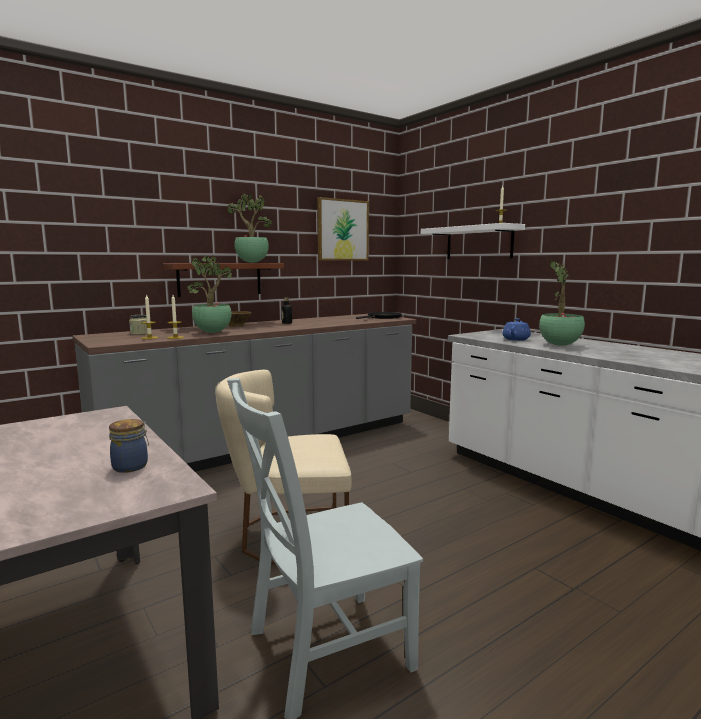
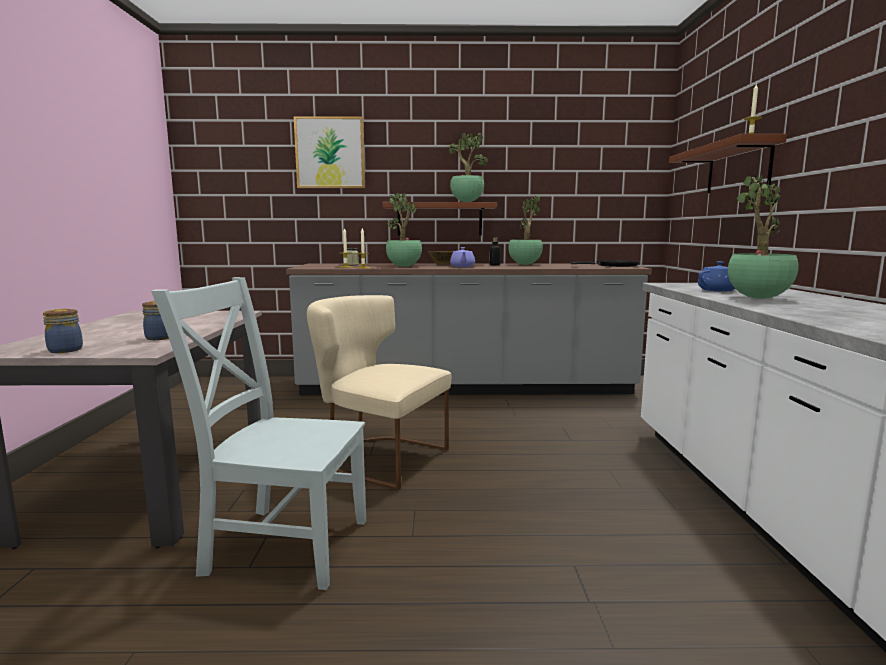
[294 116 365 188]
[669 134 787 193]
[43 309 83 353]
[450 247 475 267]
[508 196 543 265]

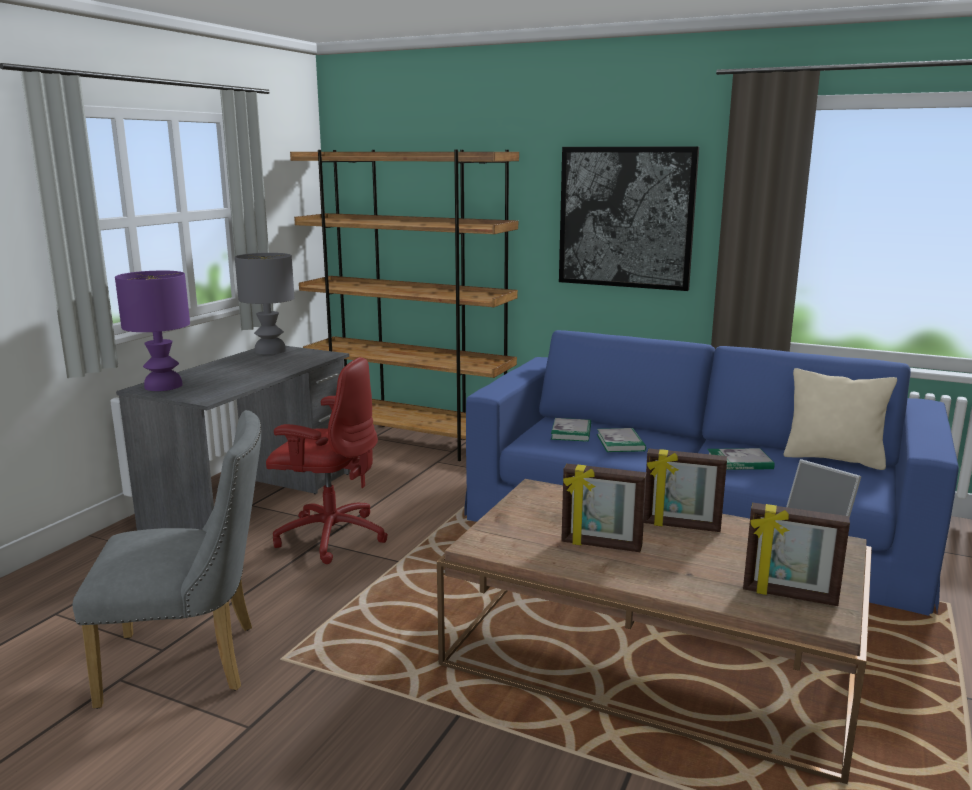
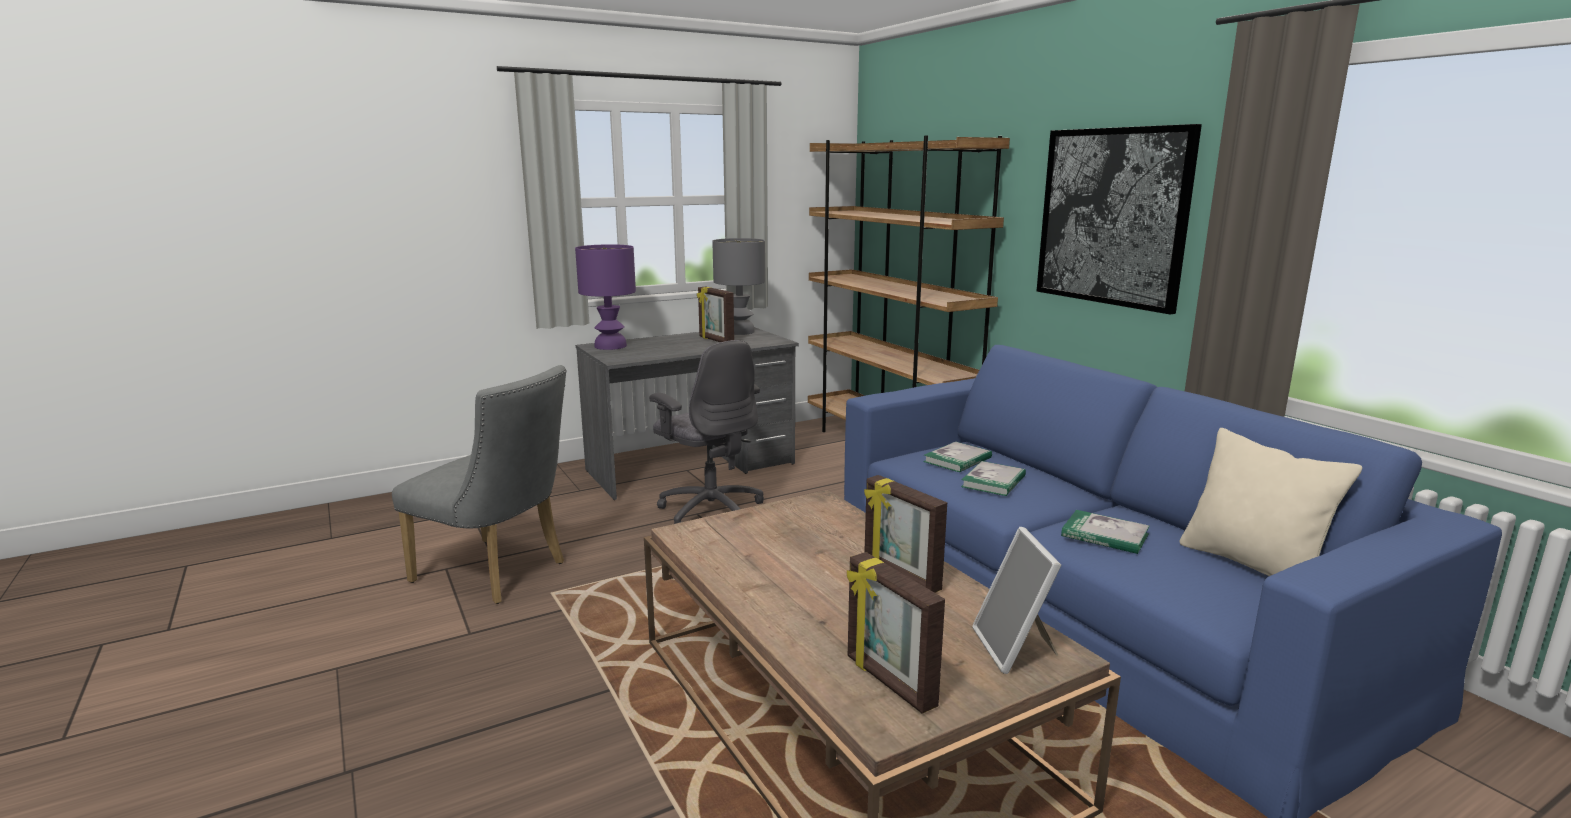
[649 340 764 524]
[697 287 734 342]

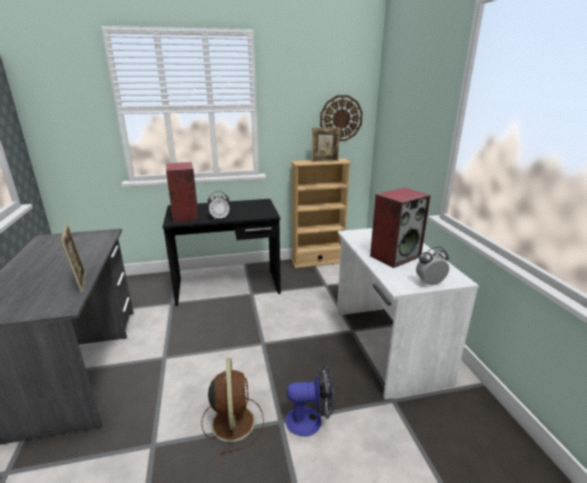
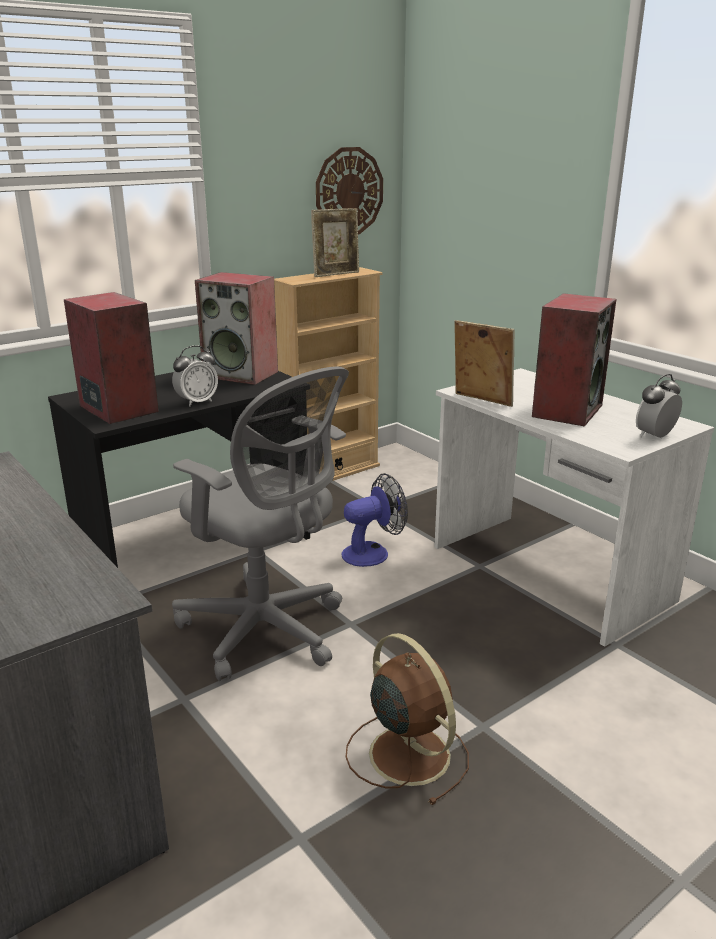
[454 320 515 407]
[342 473 408 567]
[172 367 349 681]
[195 272 278 385]

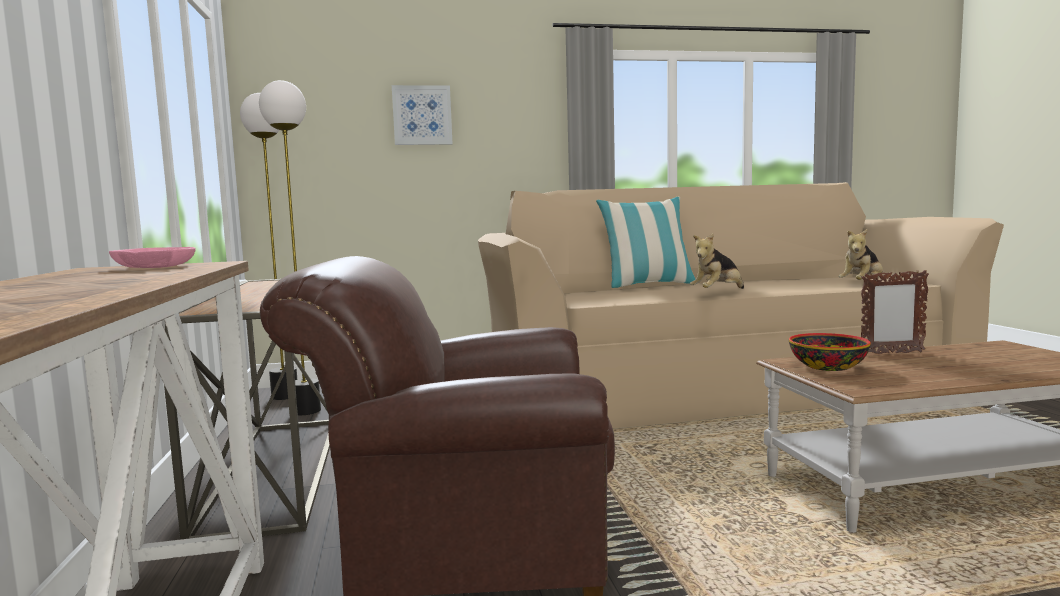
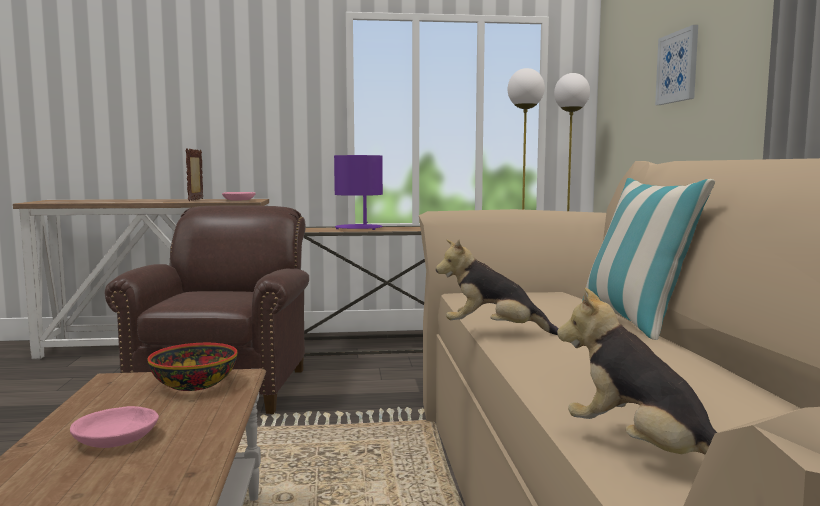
[436 239 558 335]
[186 148 203 201]
[70 406 159 448]
[334 155 383 230]

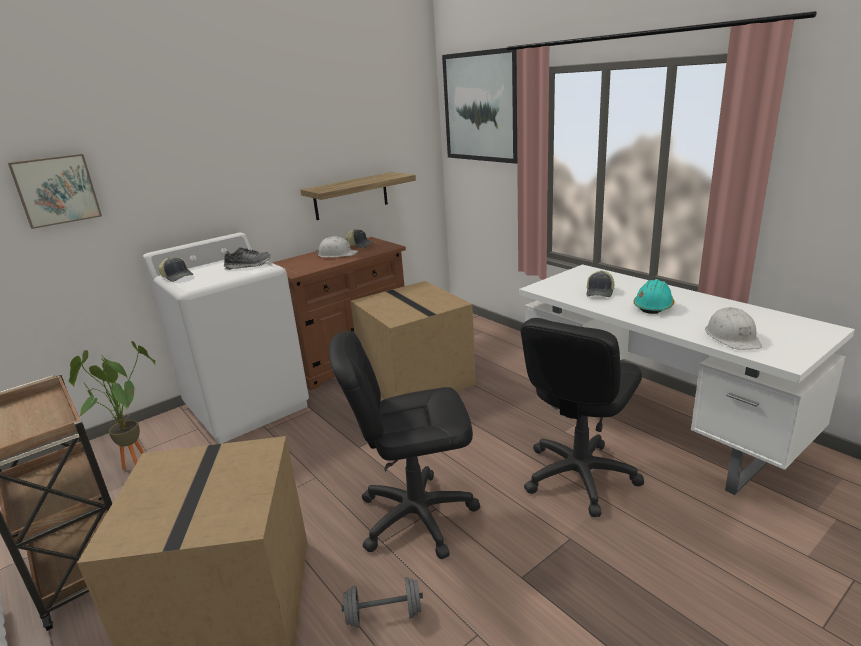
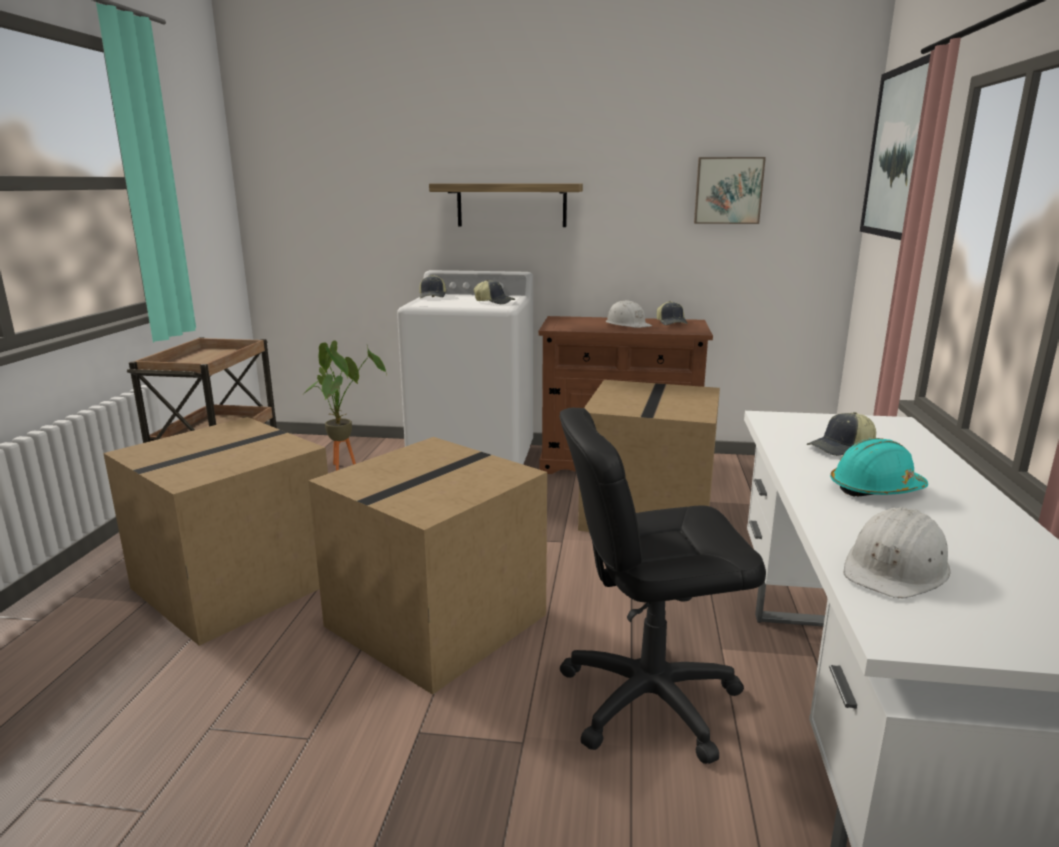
[694 157 766 224]
[473 280 515 304]
[429 184 583 227]
[308 437 547 695]
[342 577 423 628] (first image)

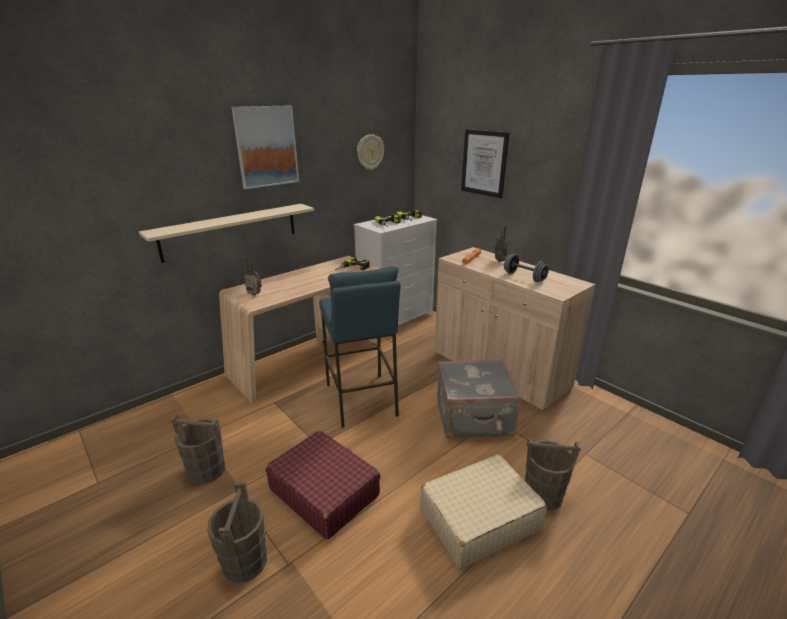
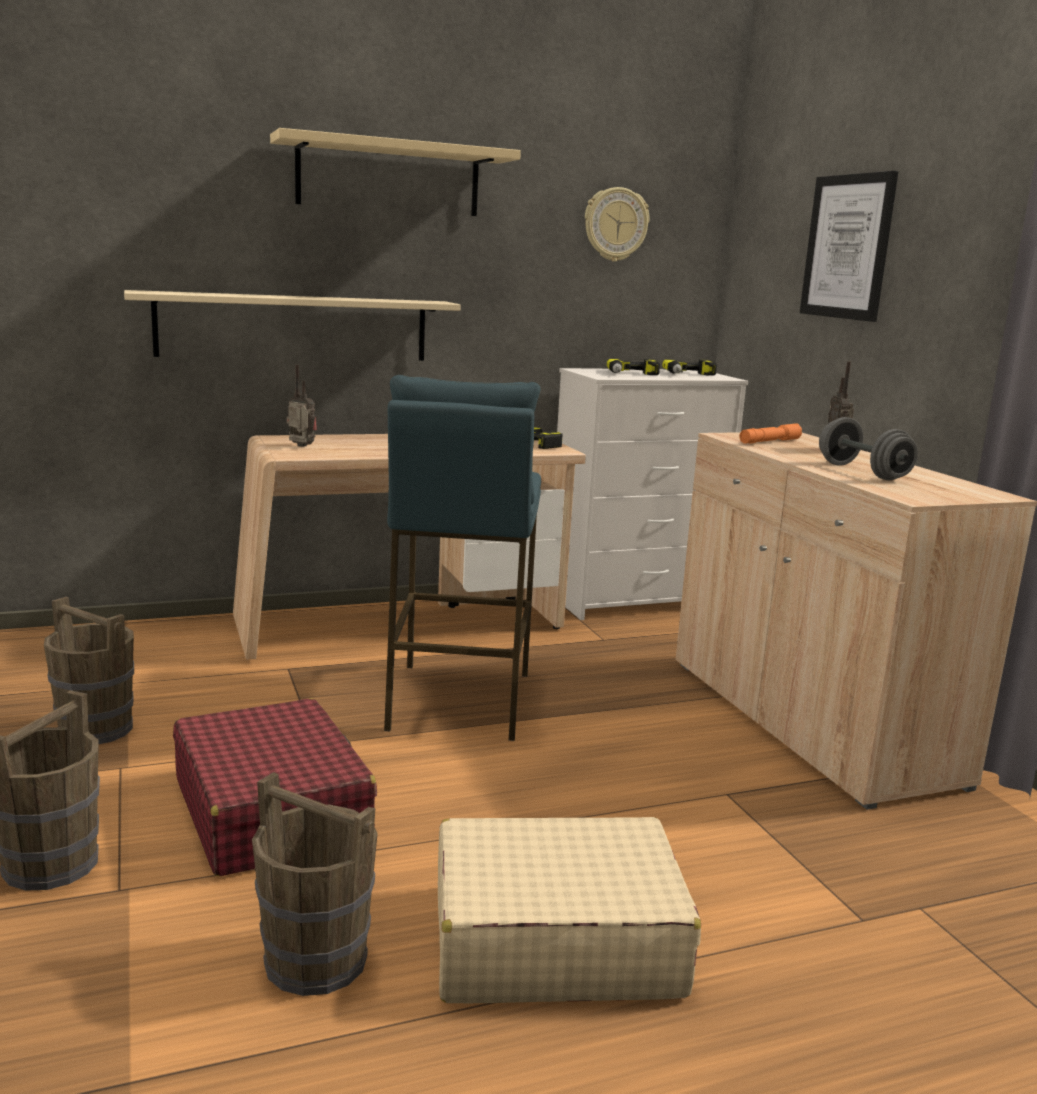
[270 128 521 216]
[437 359 522 438] (first image)
[252 772 378 996]

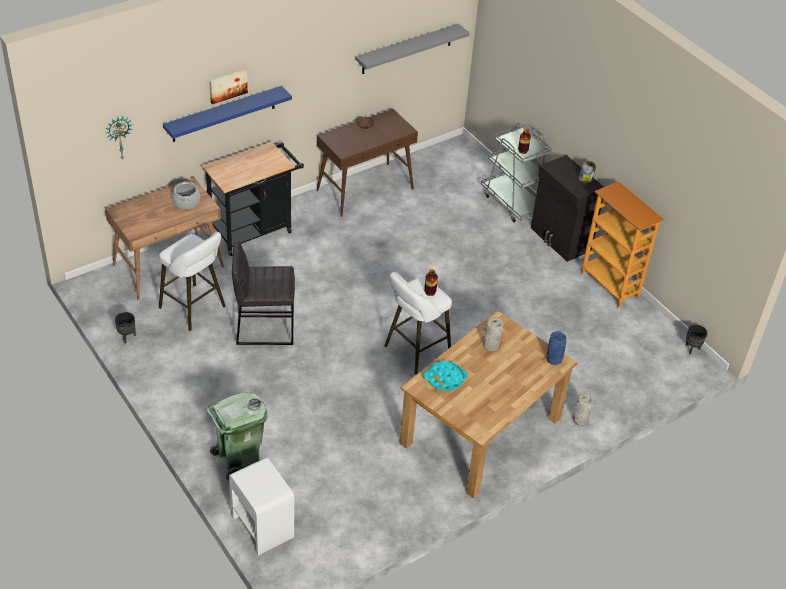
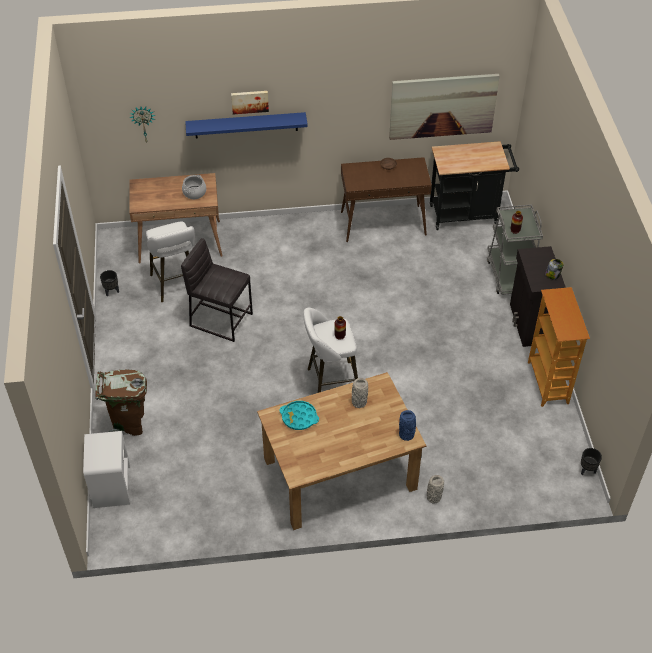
[430 141 519 230]
[95 370 147 436]
[389 74 500 140]

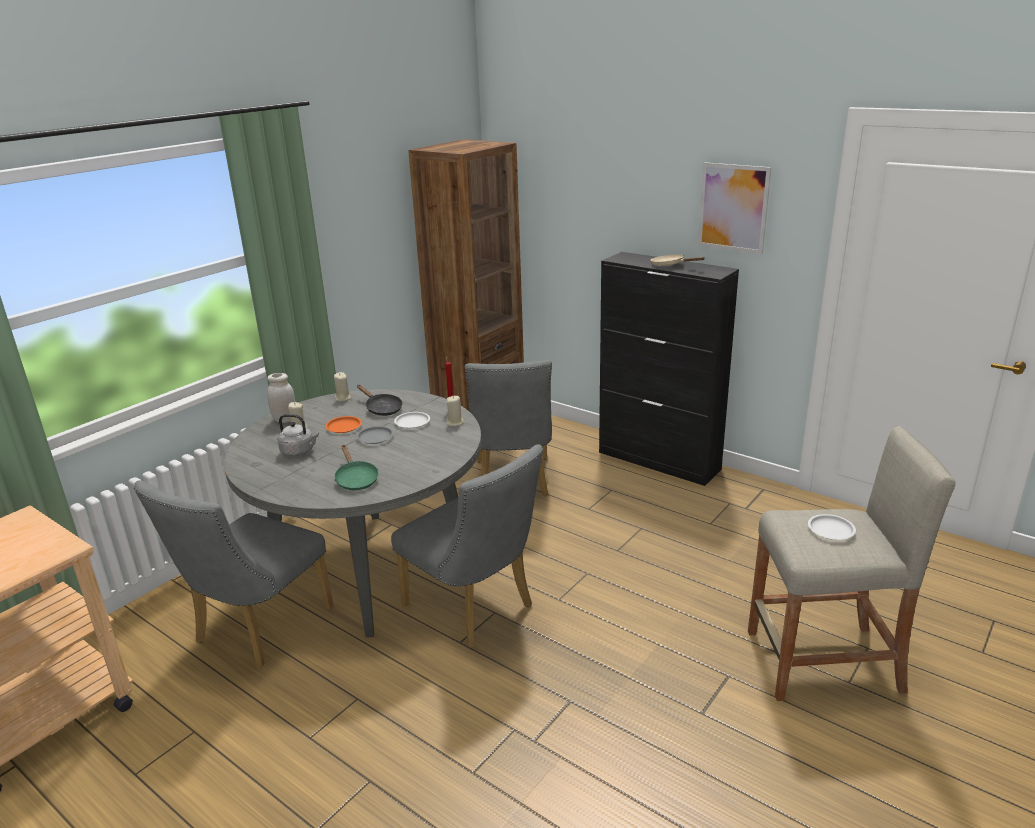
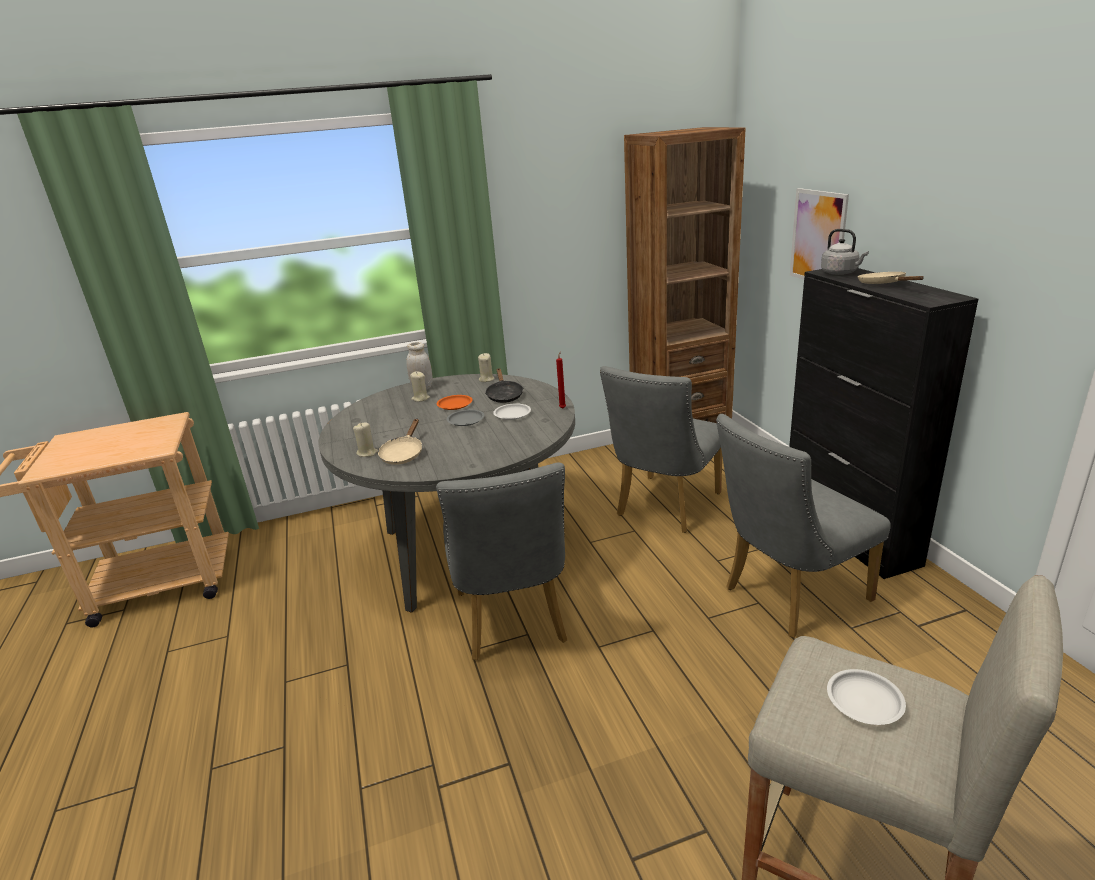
[716 414 891 638]
[821 229 869 275]
[378 419 422 465]
[353 423 378 457]
[790 188 849 280]

